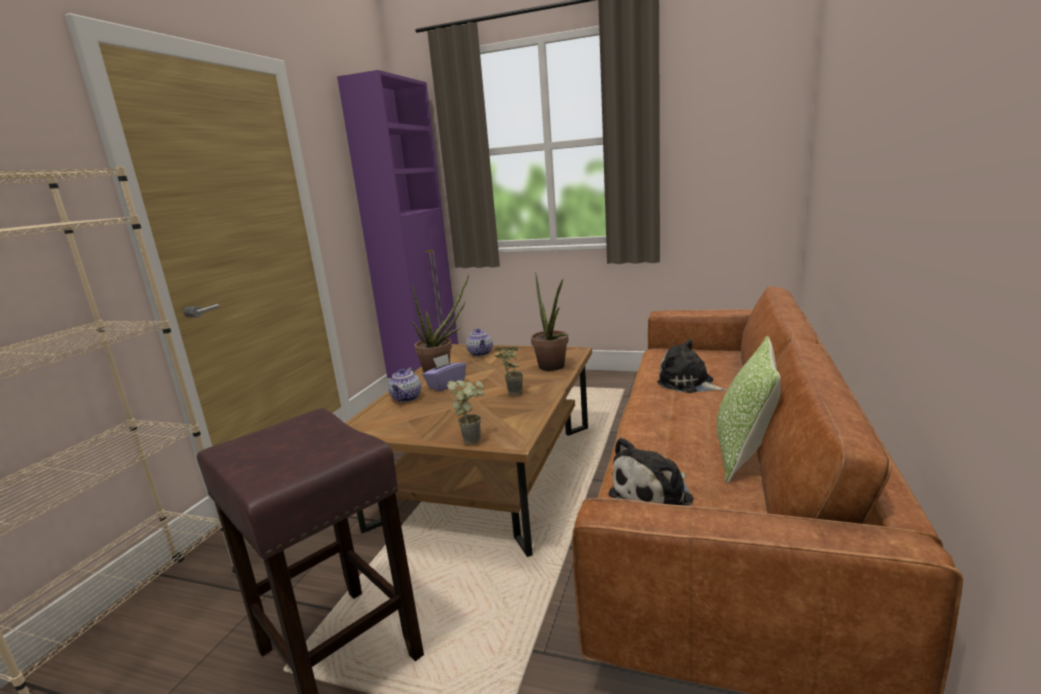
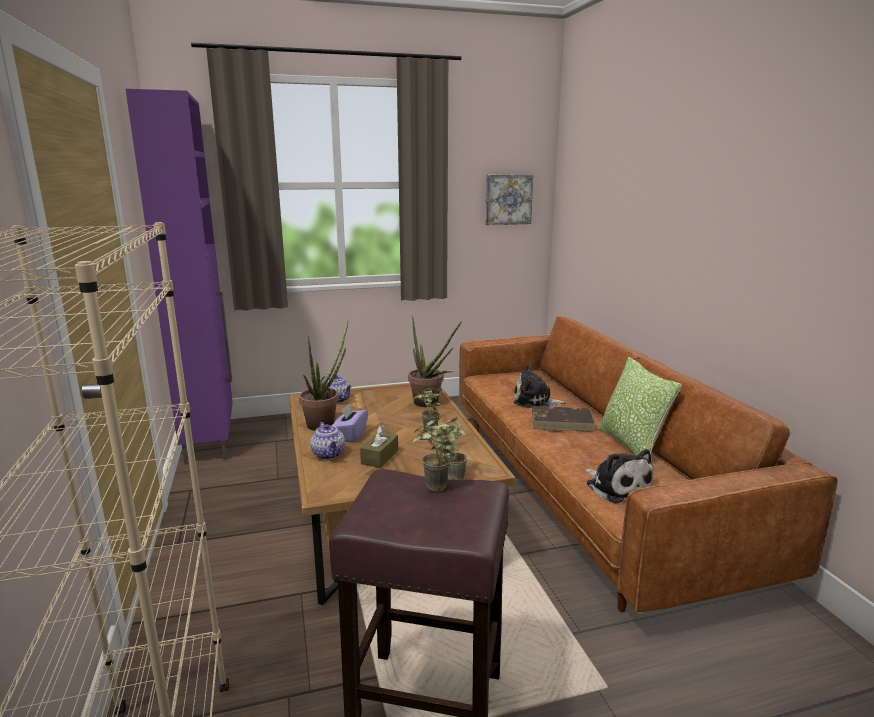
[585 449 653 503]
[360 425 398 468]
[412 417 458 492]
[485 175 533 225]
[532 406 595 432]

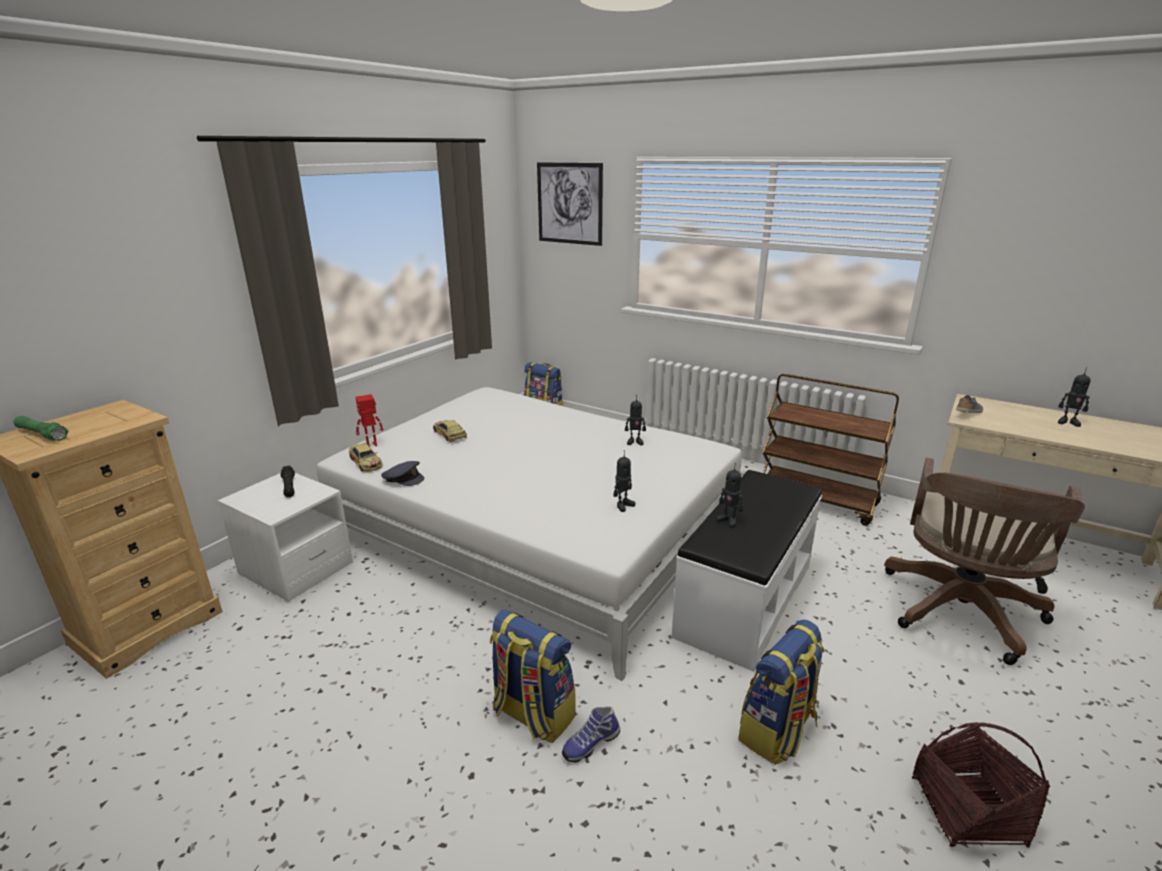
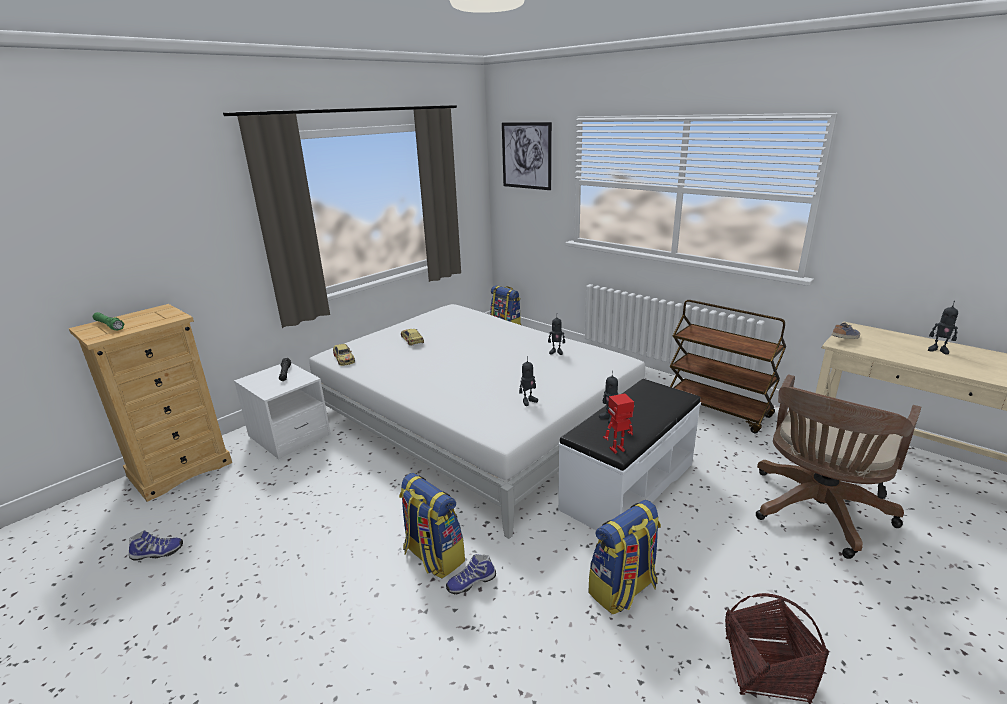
[603 393 634 454]
[381 461 424 486] (first image)
[129 530 183 561]

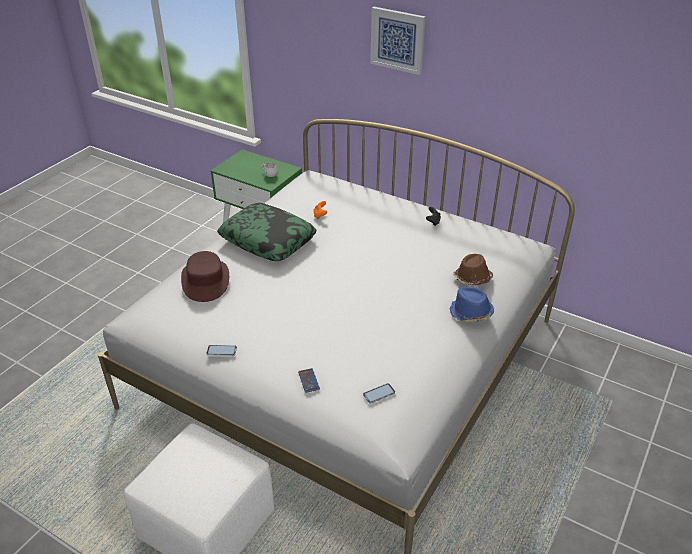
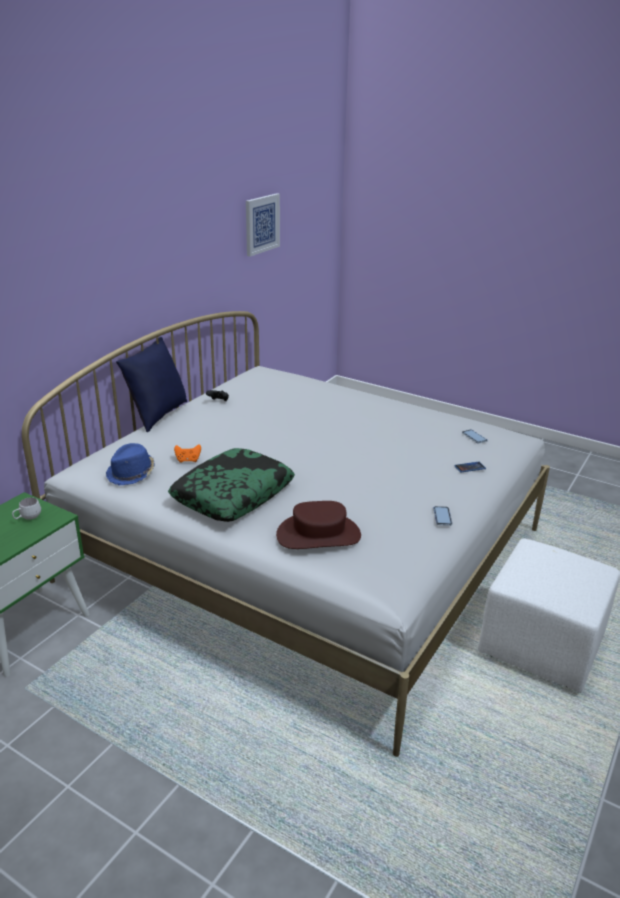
[246 193 280 257]
[106 443 155 486]
[453 254 493 285] (first image)
[116 337 187 432]

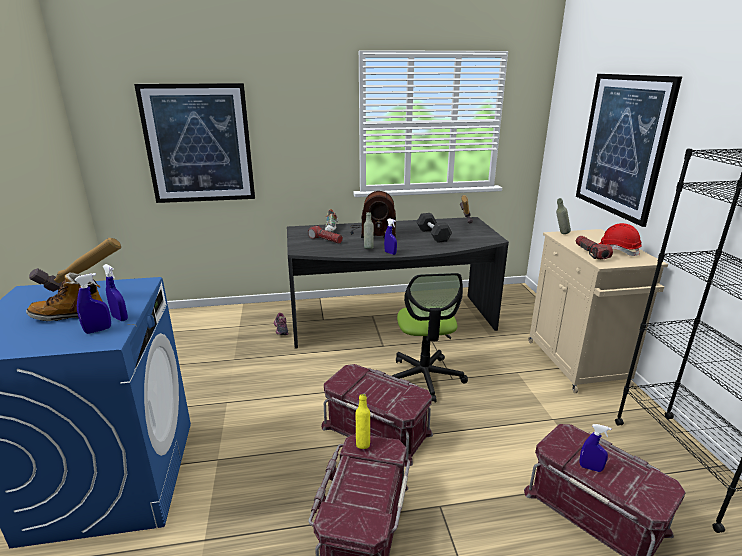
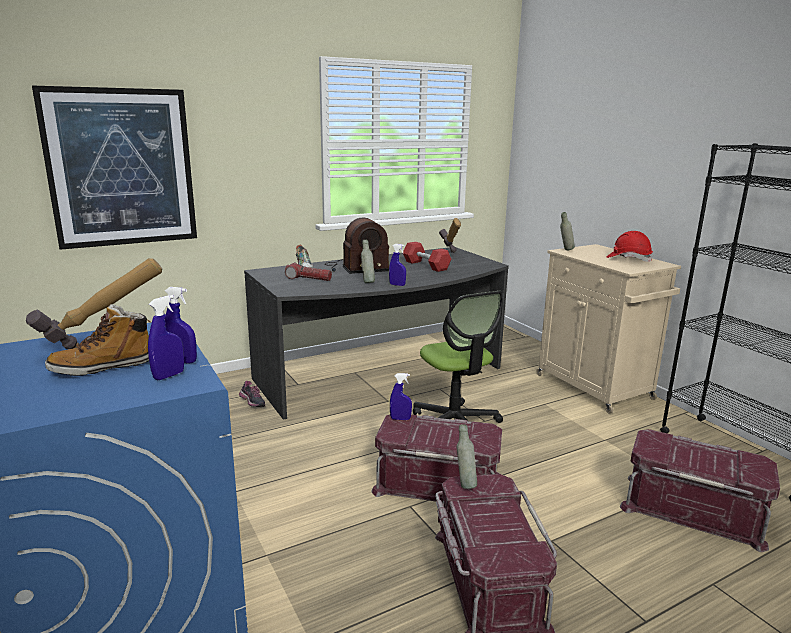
[457 424 477 489]
[403 242 451 272]
[576 74 682 227] (first image)
[576 236 613 259] (first image)
[390 373 412 420]

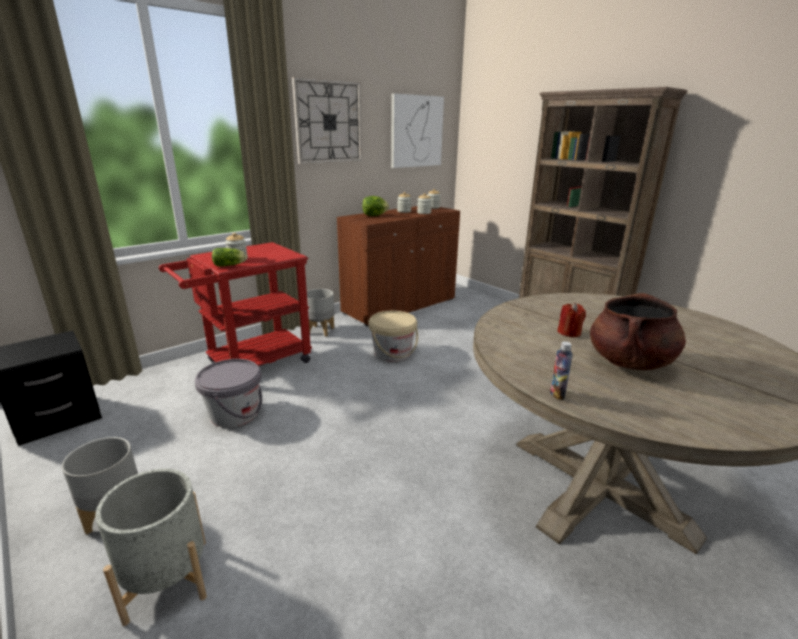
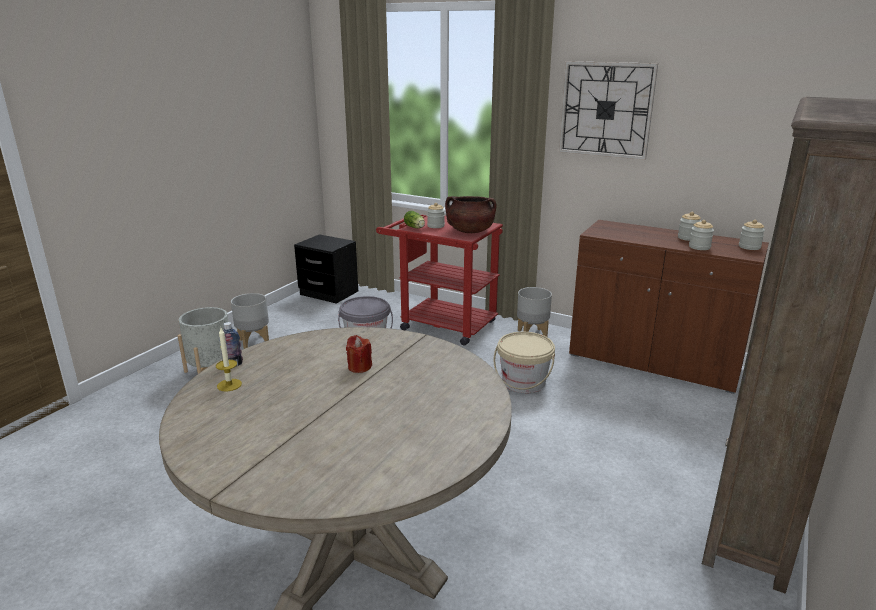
[362 196 389 216] (first image)
[391 93 444 168] (first image)
[445 196 496 233]
[216 328 242 391]

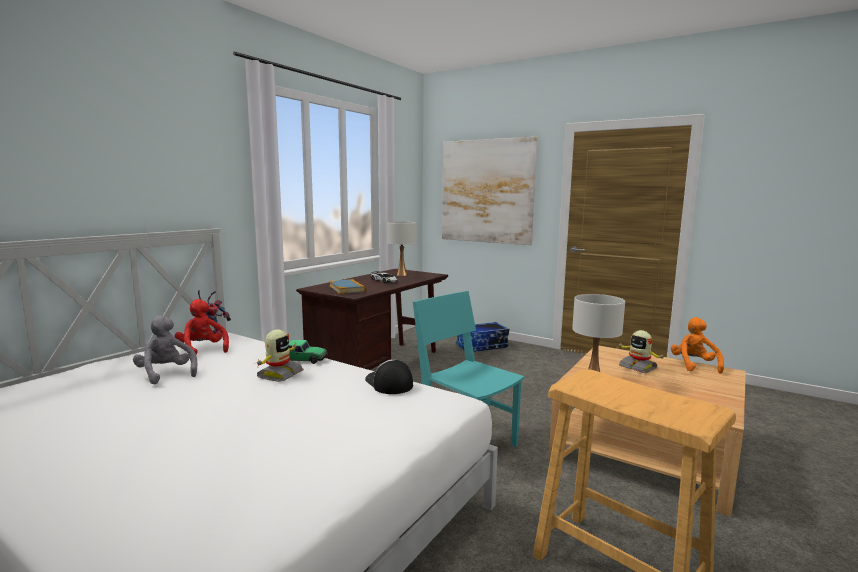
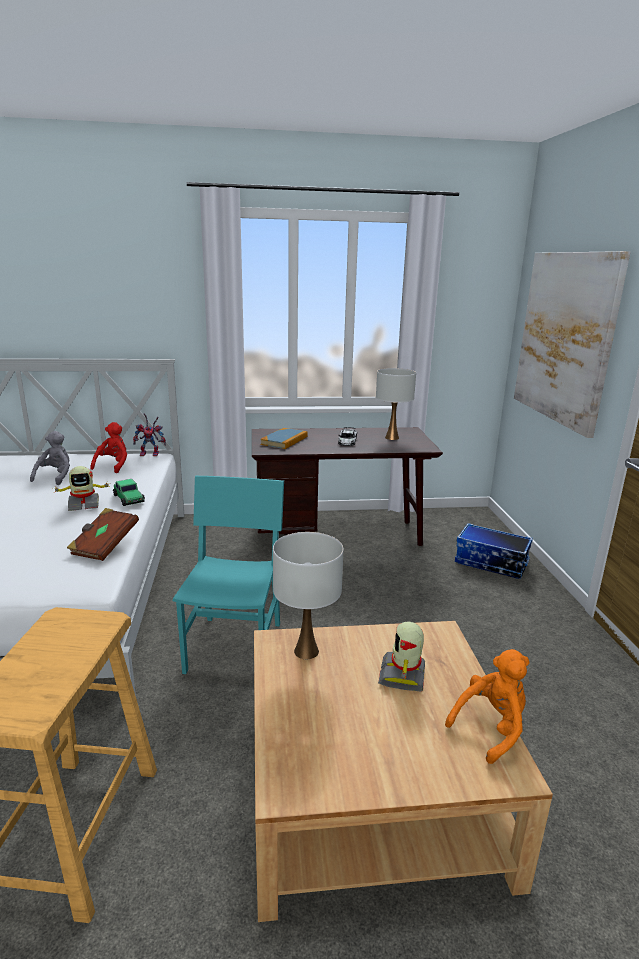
[67 508 139 561]

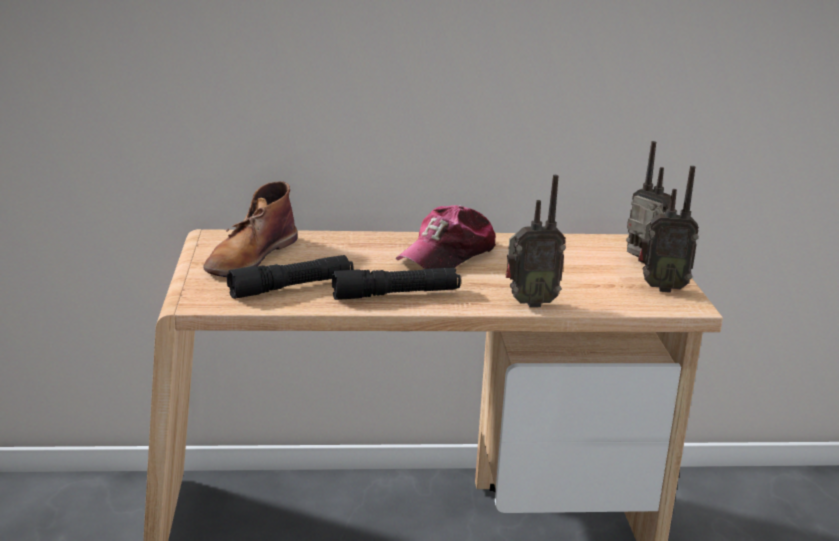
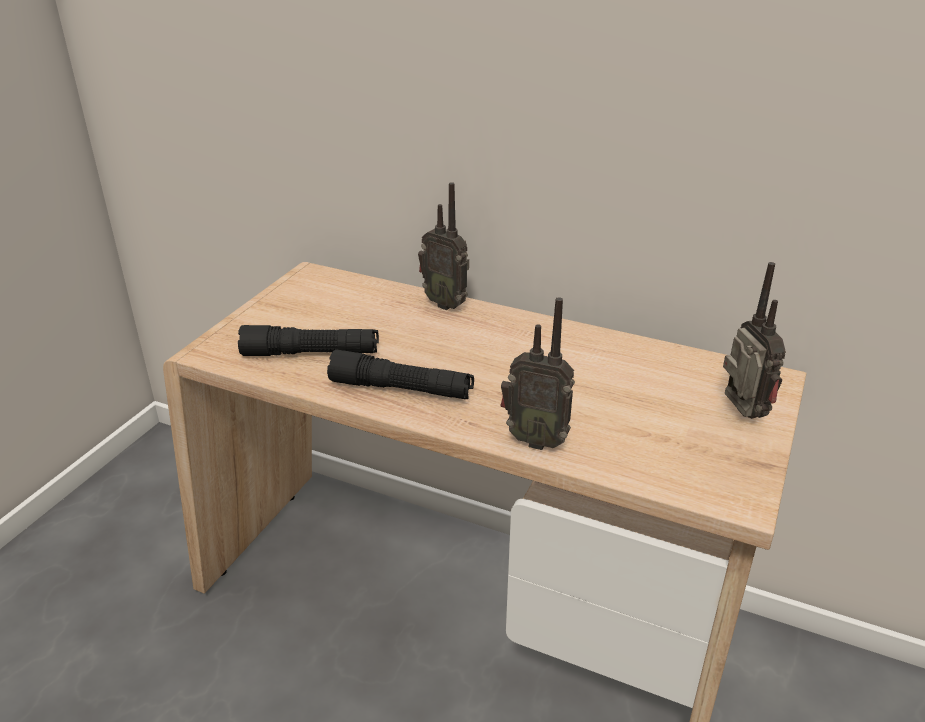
[203 181 297 277] (first image)
[396 205 496 269] (first image)
[418 182 469 310]

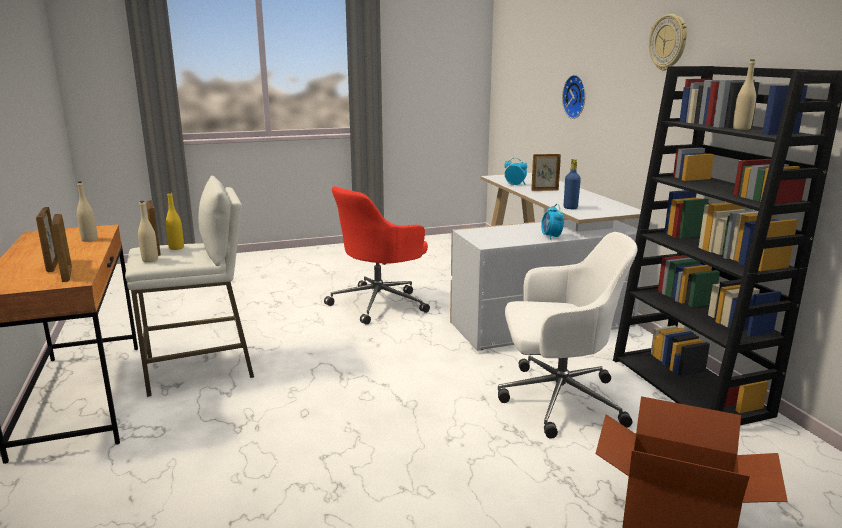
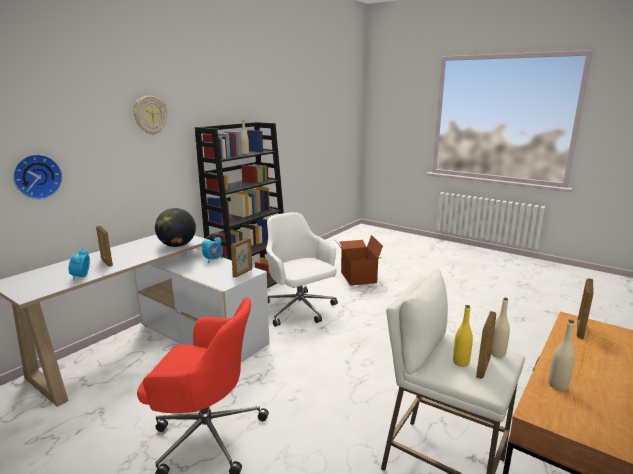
[231 237 252 278]
[155 208 196 247]

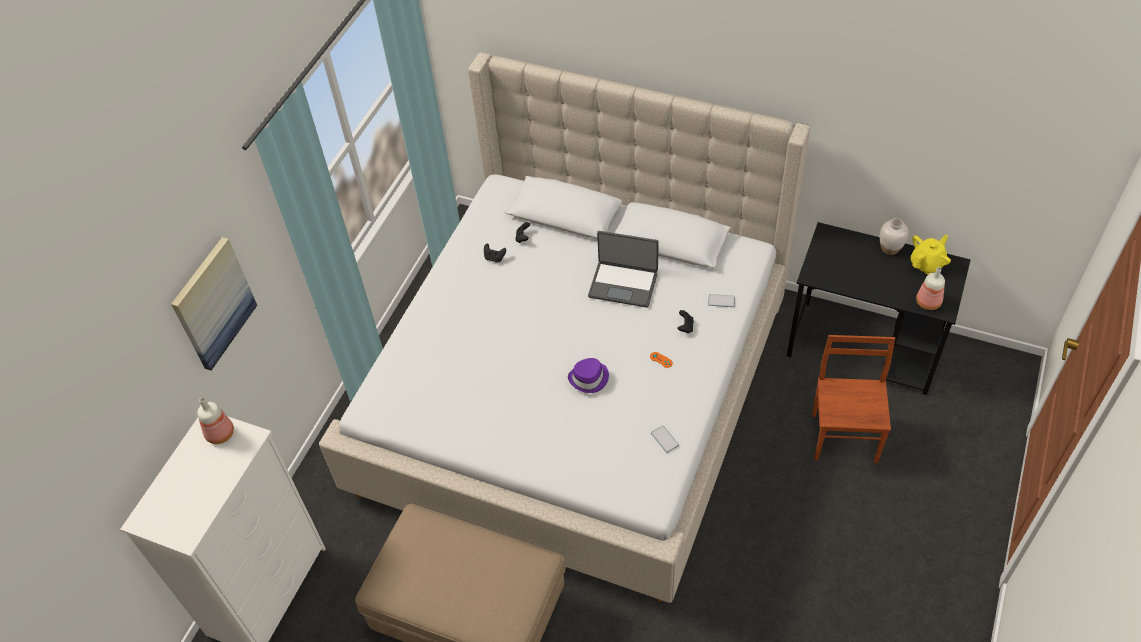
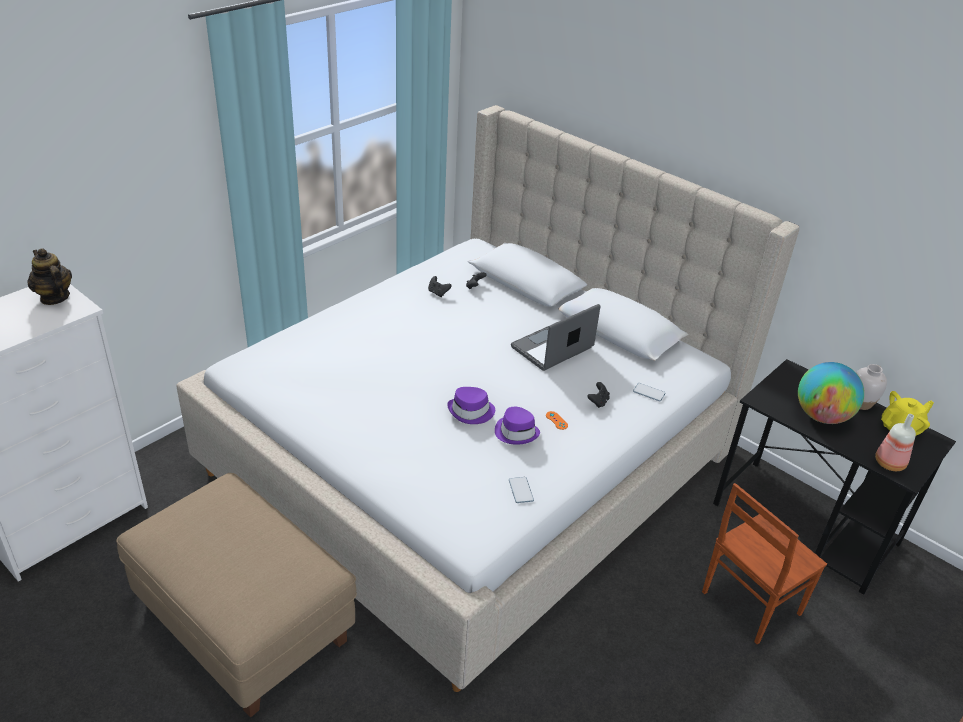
[171 237 257 370] (first image)
[27 248 72 305]
[511 304 600 371]
[702 483 827 645]
[495 407 540 445]
[798 362 864 424]

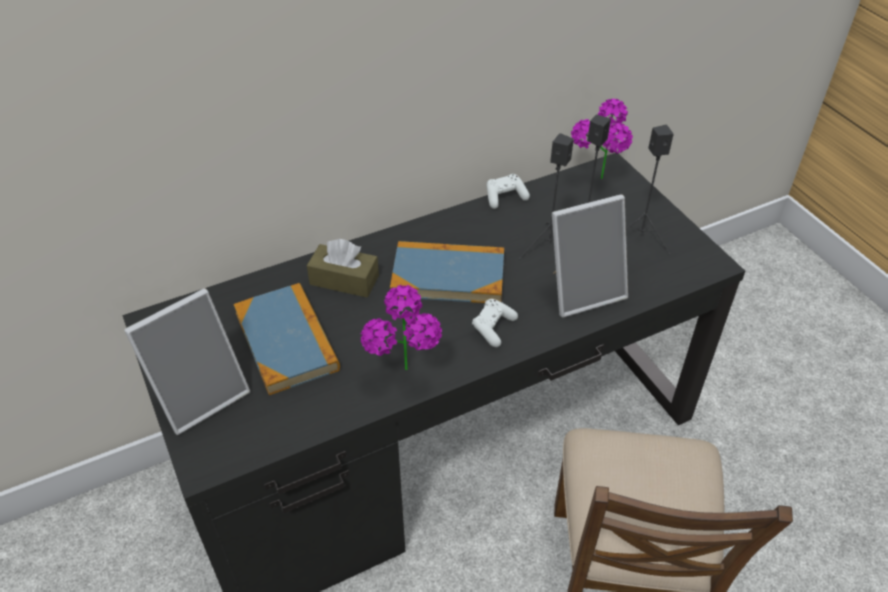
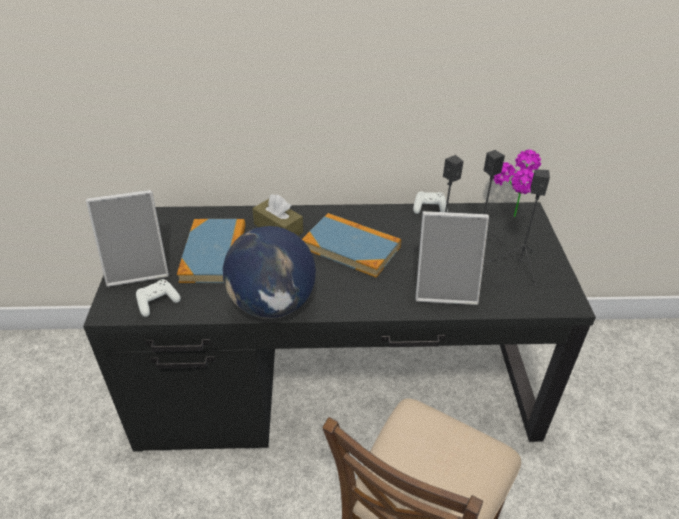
[223 226 316 319]
[136 279 181 317]

